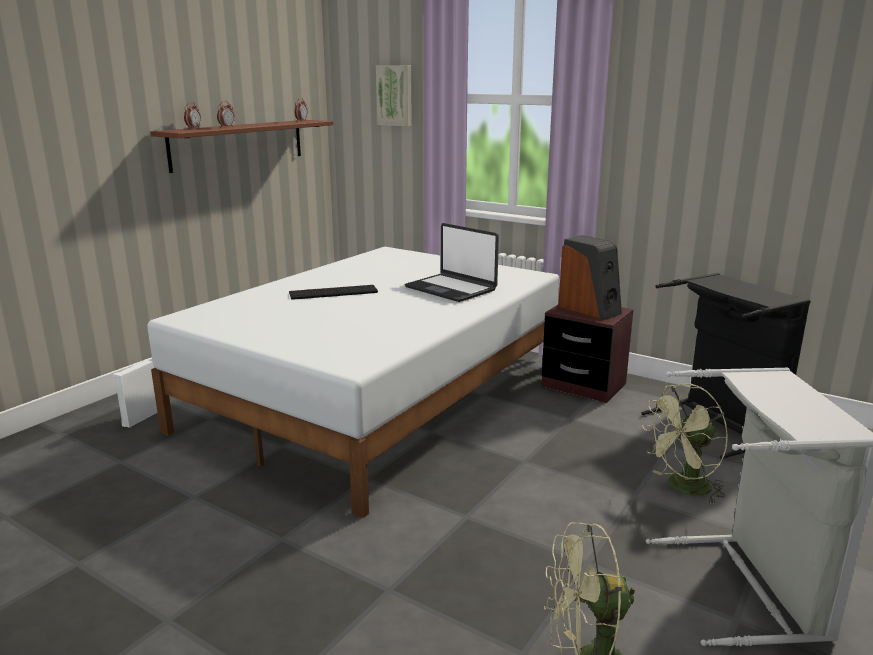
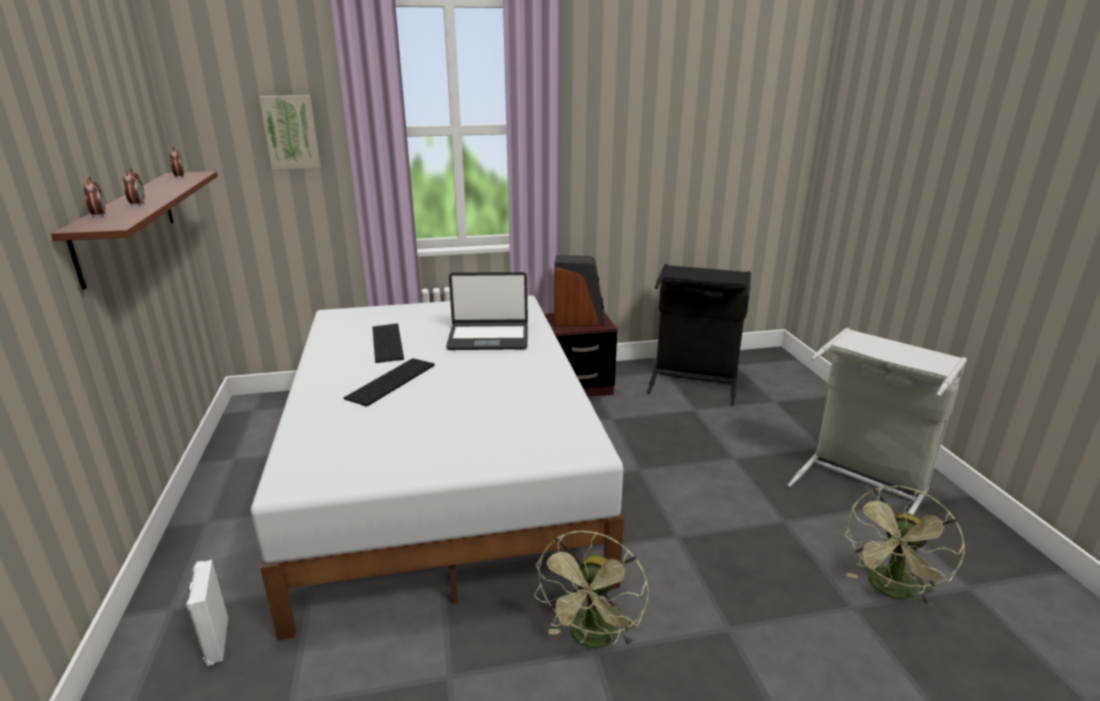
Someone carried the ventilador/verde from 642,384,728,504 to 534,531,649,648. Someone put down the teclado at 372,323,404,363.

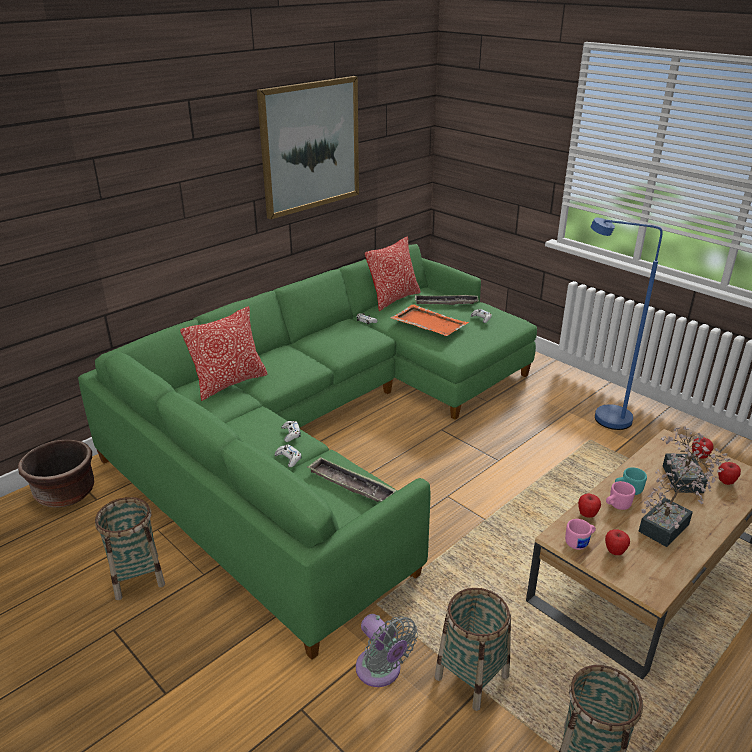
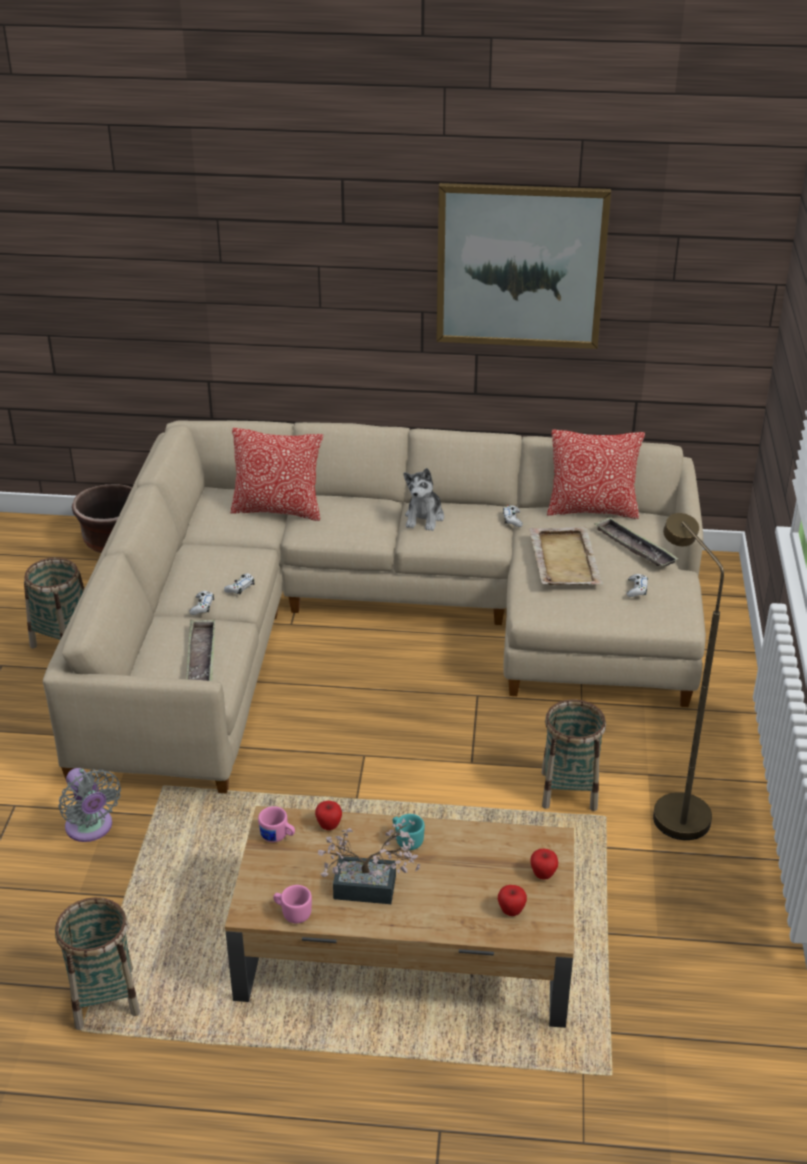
Someone repainted the lámpara de pie/azul at 590,218,663,430, which became the lámpara de pie/marrón at 653,513,724,840. Someone repainted the sofá/verde at 78,244,537,660, which became the sofá/beis at 43,420,706,793. Someone repainted the bandeja/naranja at 390,304,469,336, which became the bandeja/beis at 529,527,604,585. Someone took away the planta en maceta at 661,426,730,493. Someone carried the taza grande/rosa from 606,481,635,510 to 273,885,312,924. Someone took away the manzana at 605,529,630,555. Someone carried the cesta from 434,588,511,711 to 542,699,606,811. Someone rotated the ventilador/gris at 356,614,418,687 by 45 degrees counterclockwise. Someone put down the peluche at 403,468,444,531.

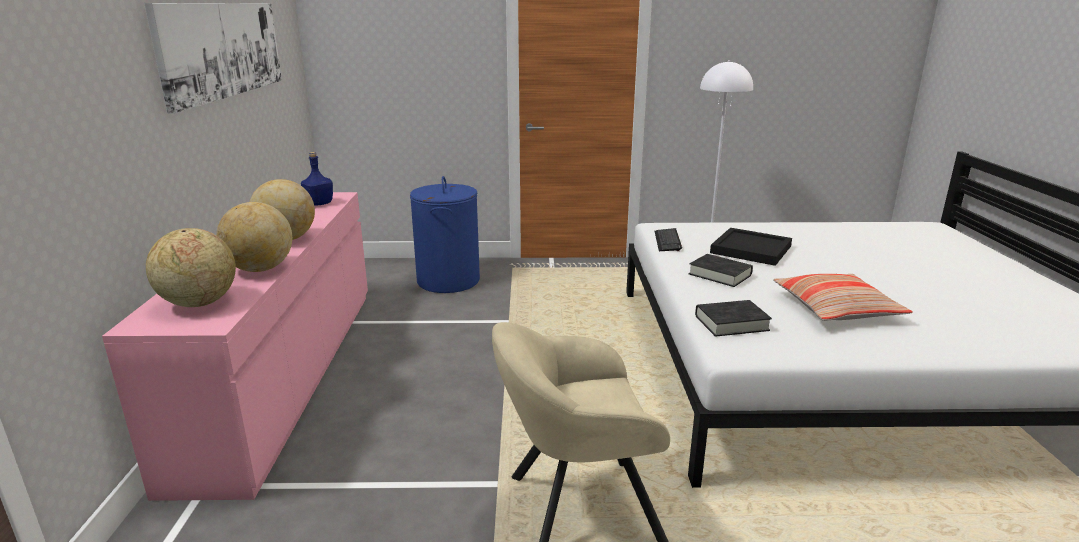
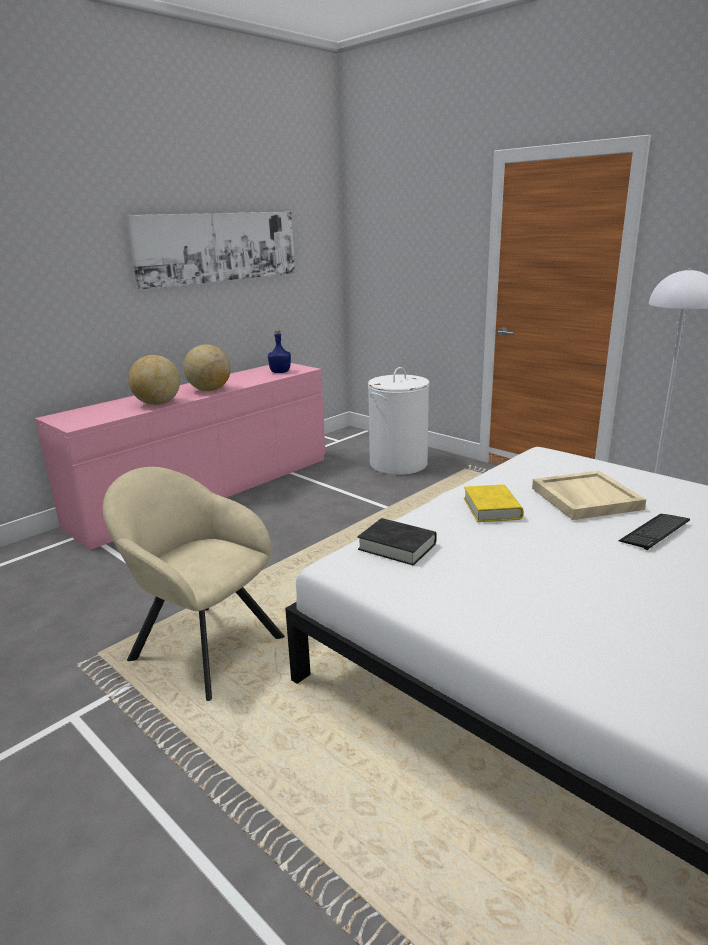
Someone repainted the cesto de la ropa/azul at 410,176,480,293, which became the cesto de la ropa/blanco at 368,367,429,475. Someone took away the globo terráqueo at 146,228,236,307. Someone carried the teclado from 655,228,682,251 to 618,514,690,550. Someone repainted the bandeja/negro at 710,228,792,266, which became the bandeja/beis at 532,471,646,520. Someone repainted the libro/negro at 689,254,753,287, which became the libro/amarillo at 464,484,524,522. Someone took away the cojín at 773,274,913,321.

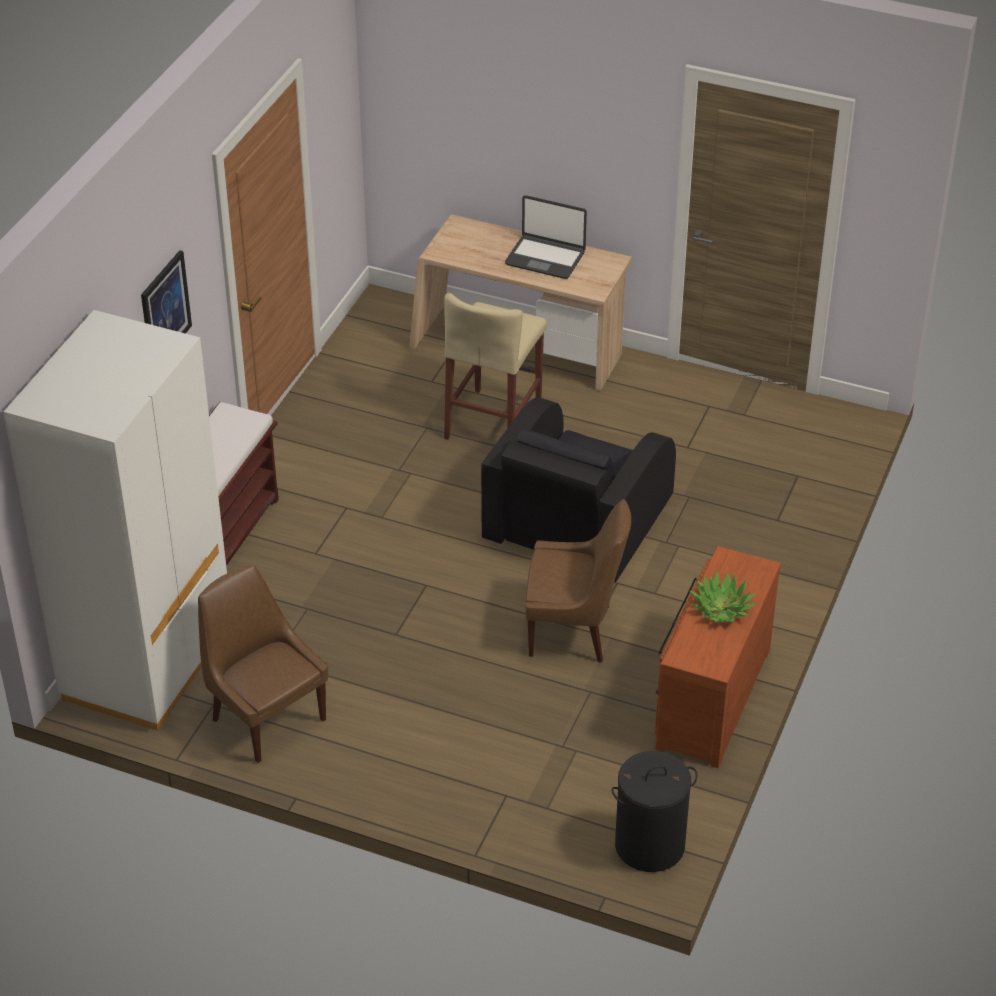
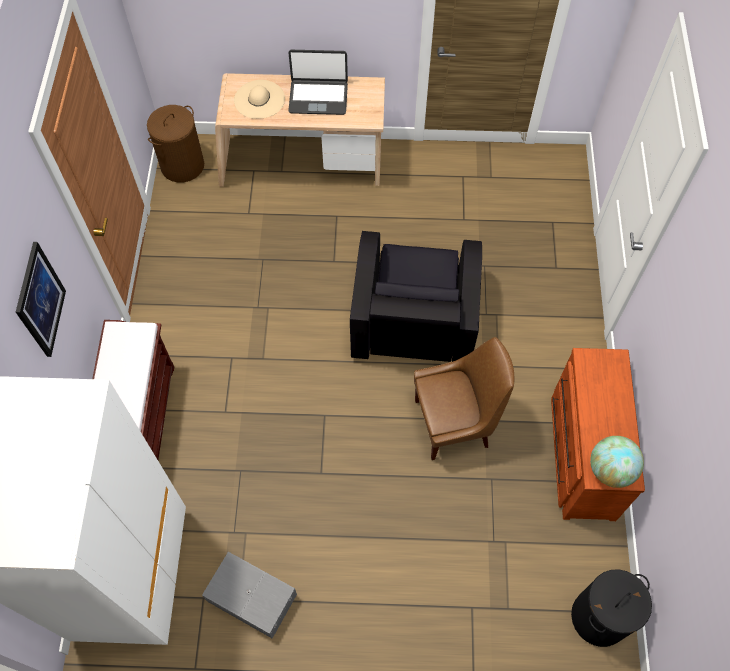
Someone took away the taburete/beis at 444,293,547,440. Someone swapped the silla/marrón at 198,565,328,763 for the caja de almacenaje/gris at 202,552,297,639. Someone took away the planta en maceta at 690,570,757,622. Someone put down the sombrero/beis at 234,80,285,119. Someone put down the cesto de la ropa/marrón at 147,105,204,182. Someone put down the globo terráqueo at 590,436,644,488.

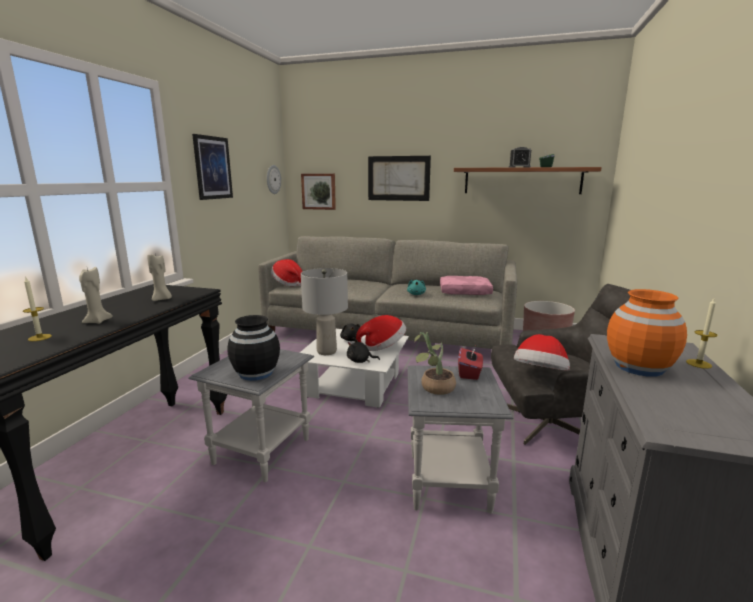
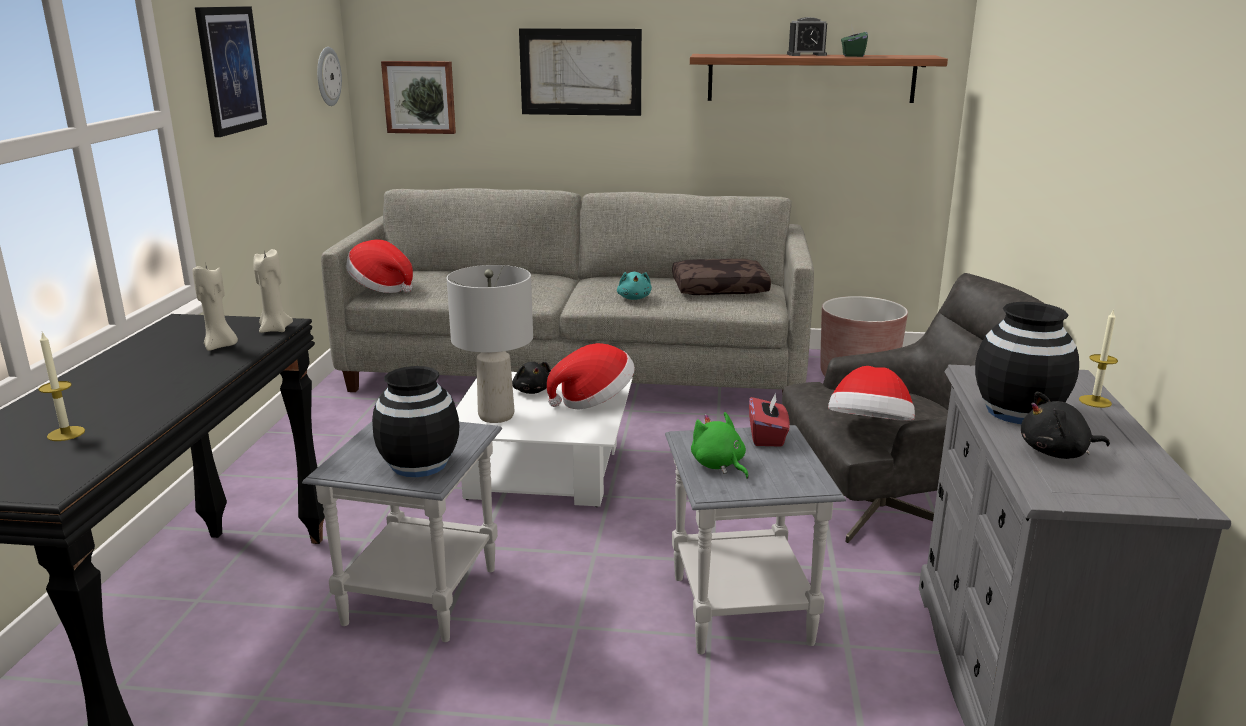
Someone carried the vela/beis from 79,267,113,324 to 253,249,293,333. Someone repainted the cojín/rosa at 440,276,493,295, which became the cojín/marrón at 672,259,771,295. Someone repainted the florero/naranja at 607,289,687,377, which became the florero/negro at 975,302,1079,424. Someone swapped the planta en maceta at 414,332,456,395 for the peluche/verde at 691,412,748,479. Someone carried the peluche/negro from 347,338,380,363 to 1021,392,1110,459.

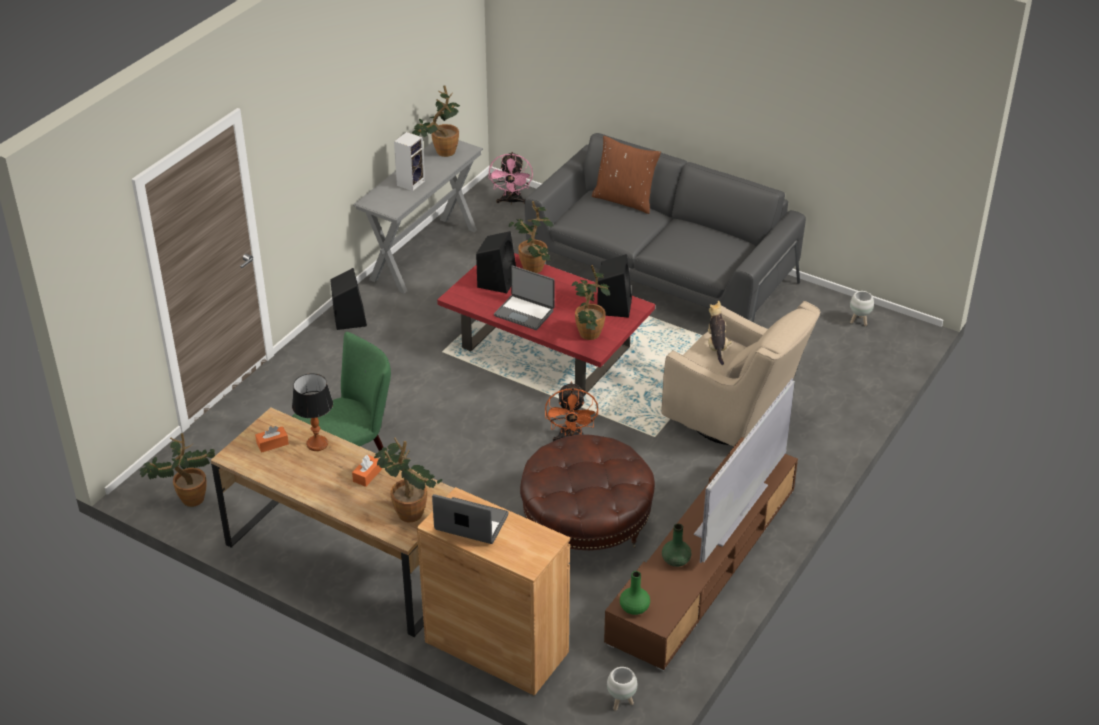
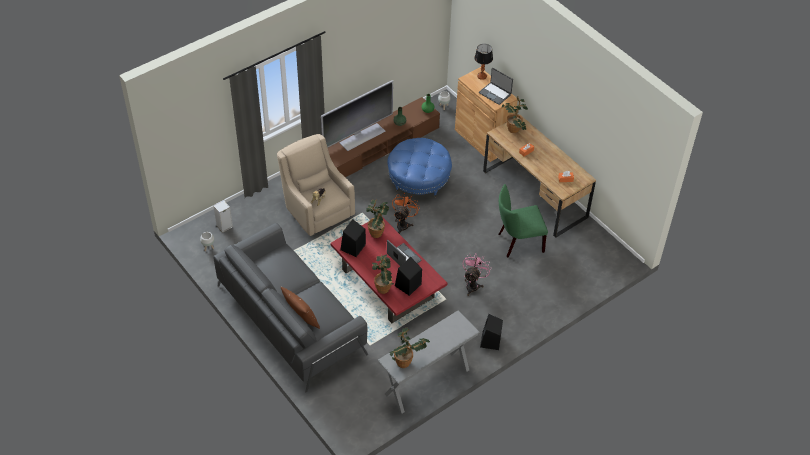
Someone carried the altavoz from 394,132,425,191 to 214,201,233,233. Someone carried the ventilador/rosa from 488,152,533,205 to 463,253,492,296. Someone carried the lámpara de mesa from 292,373,333,451 to 474,44,493,80. Someone took away the planta en maceta at 140,433,215,507. Someone repainted the puf/marrón at 520,434,655,550, which became the puf/azul at 387,138,452,197.

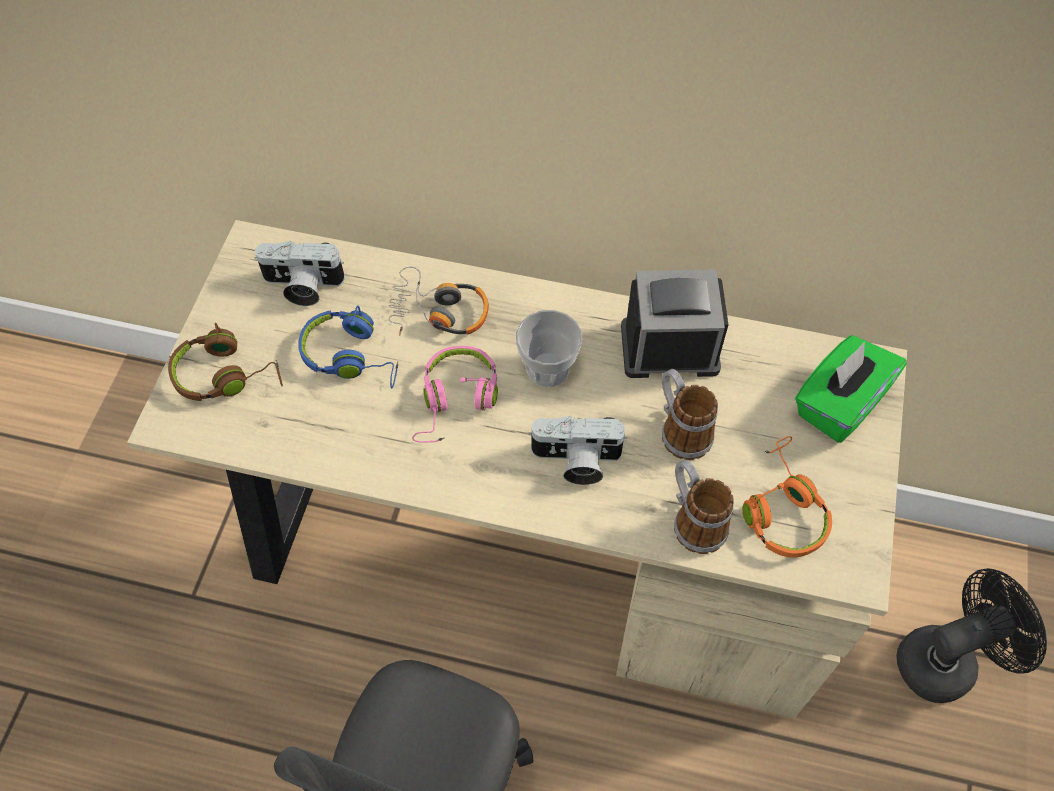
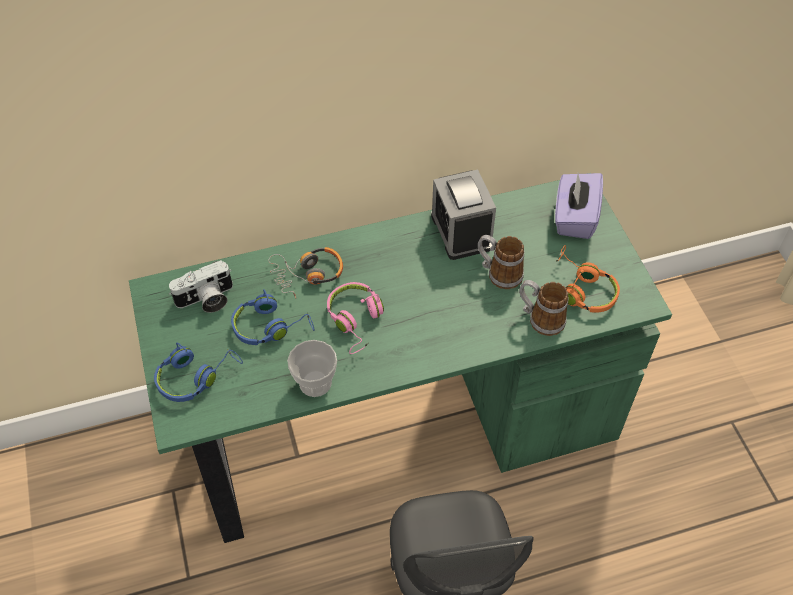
Someone repainted the escritorio/beis at 127,220,907,718, which became the escritorio/verde at 129,173,672,543. Someone rotated the despertador at 621,269,728,378 by 75 degrees counterclockwise. Someone carried the taza from 516,310,582,387 to 287,340,337,397. Someone repainted the auriculares/marrón at 168,323,283,401, which became the auriculares/azul at 154,343,243,402. Someone repainted the caja de pañuelos/verde at 795,335,907,443, which became the caja de pañuelos/morado at 555,173,603,239. Someone took away the cámara at 528,416,628,485. Someone took away the ventilador/negro at 896,568,1047,703.

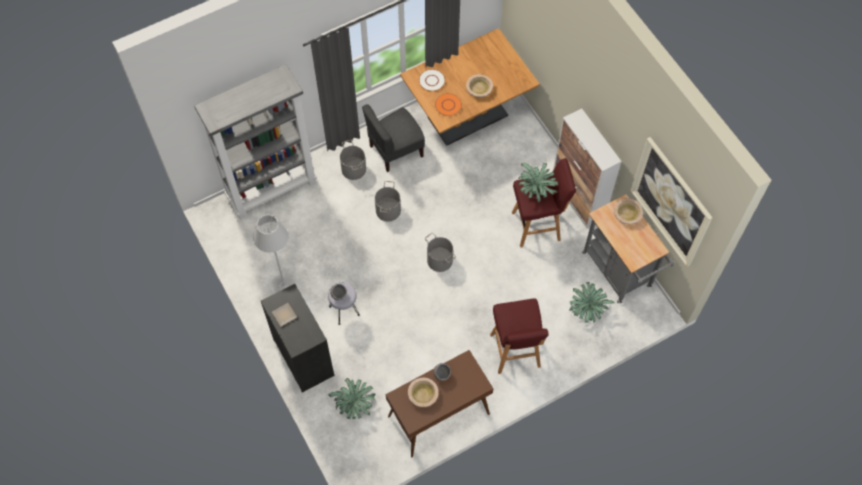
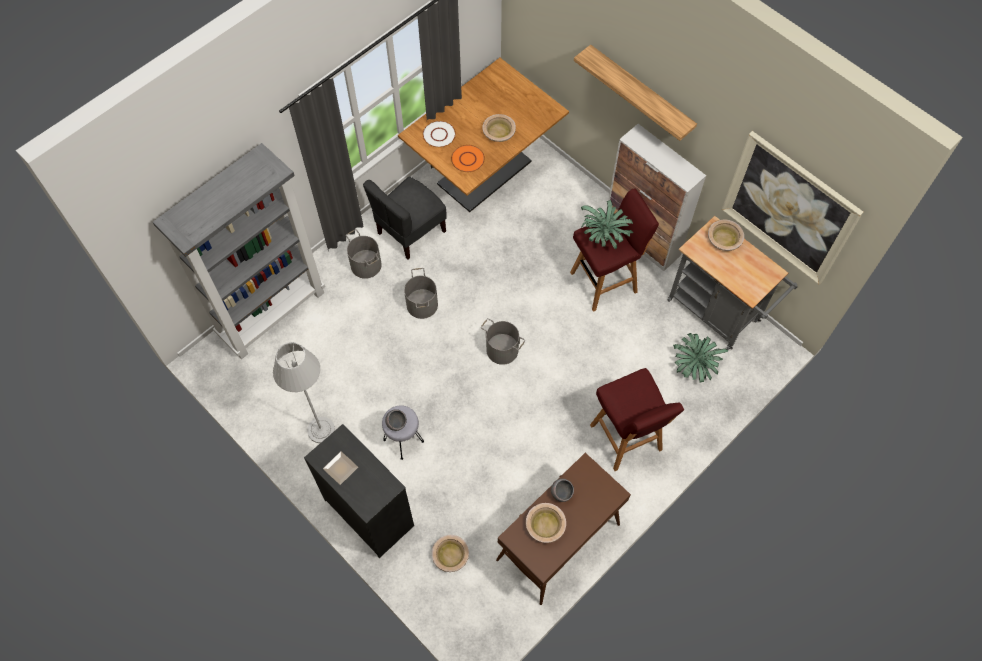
Someone swapped the planta en maceta at 329,378,376,419 for the cuenco/beis at 432,535,469,572. Someone put up the estante at 574,45,697,141.

